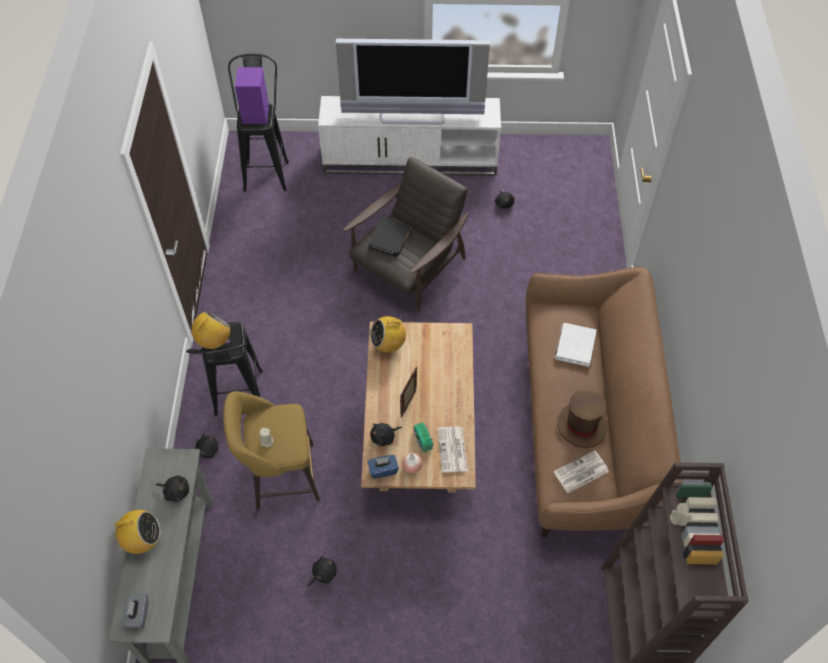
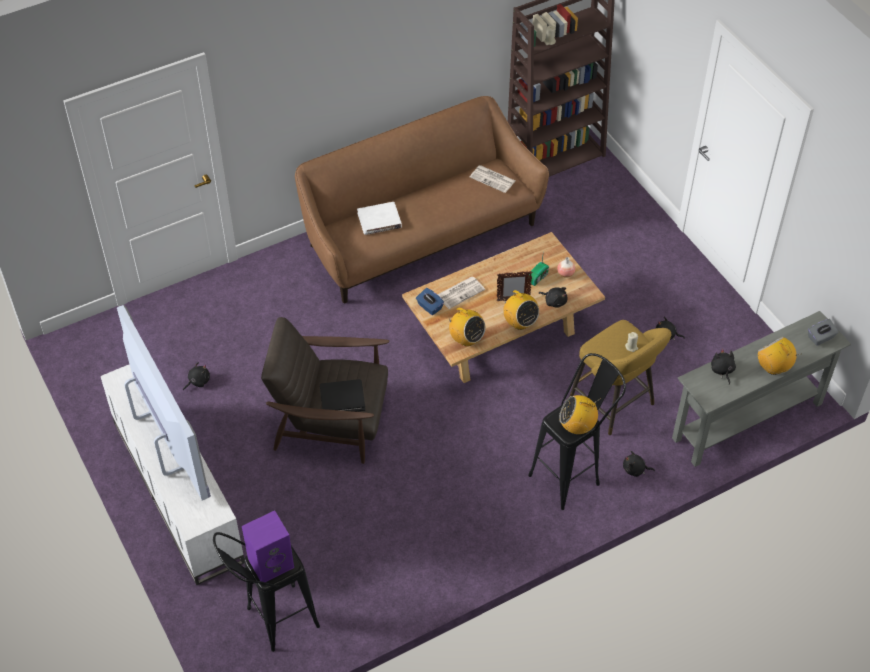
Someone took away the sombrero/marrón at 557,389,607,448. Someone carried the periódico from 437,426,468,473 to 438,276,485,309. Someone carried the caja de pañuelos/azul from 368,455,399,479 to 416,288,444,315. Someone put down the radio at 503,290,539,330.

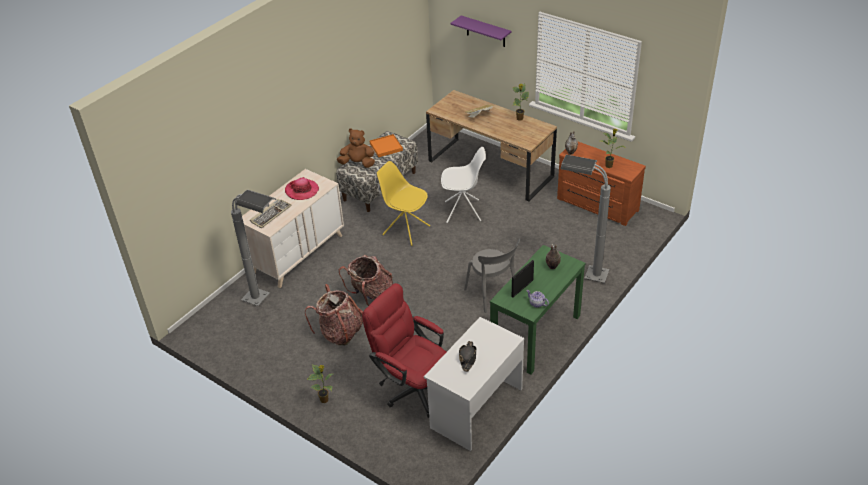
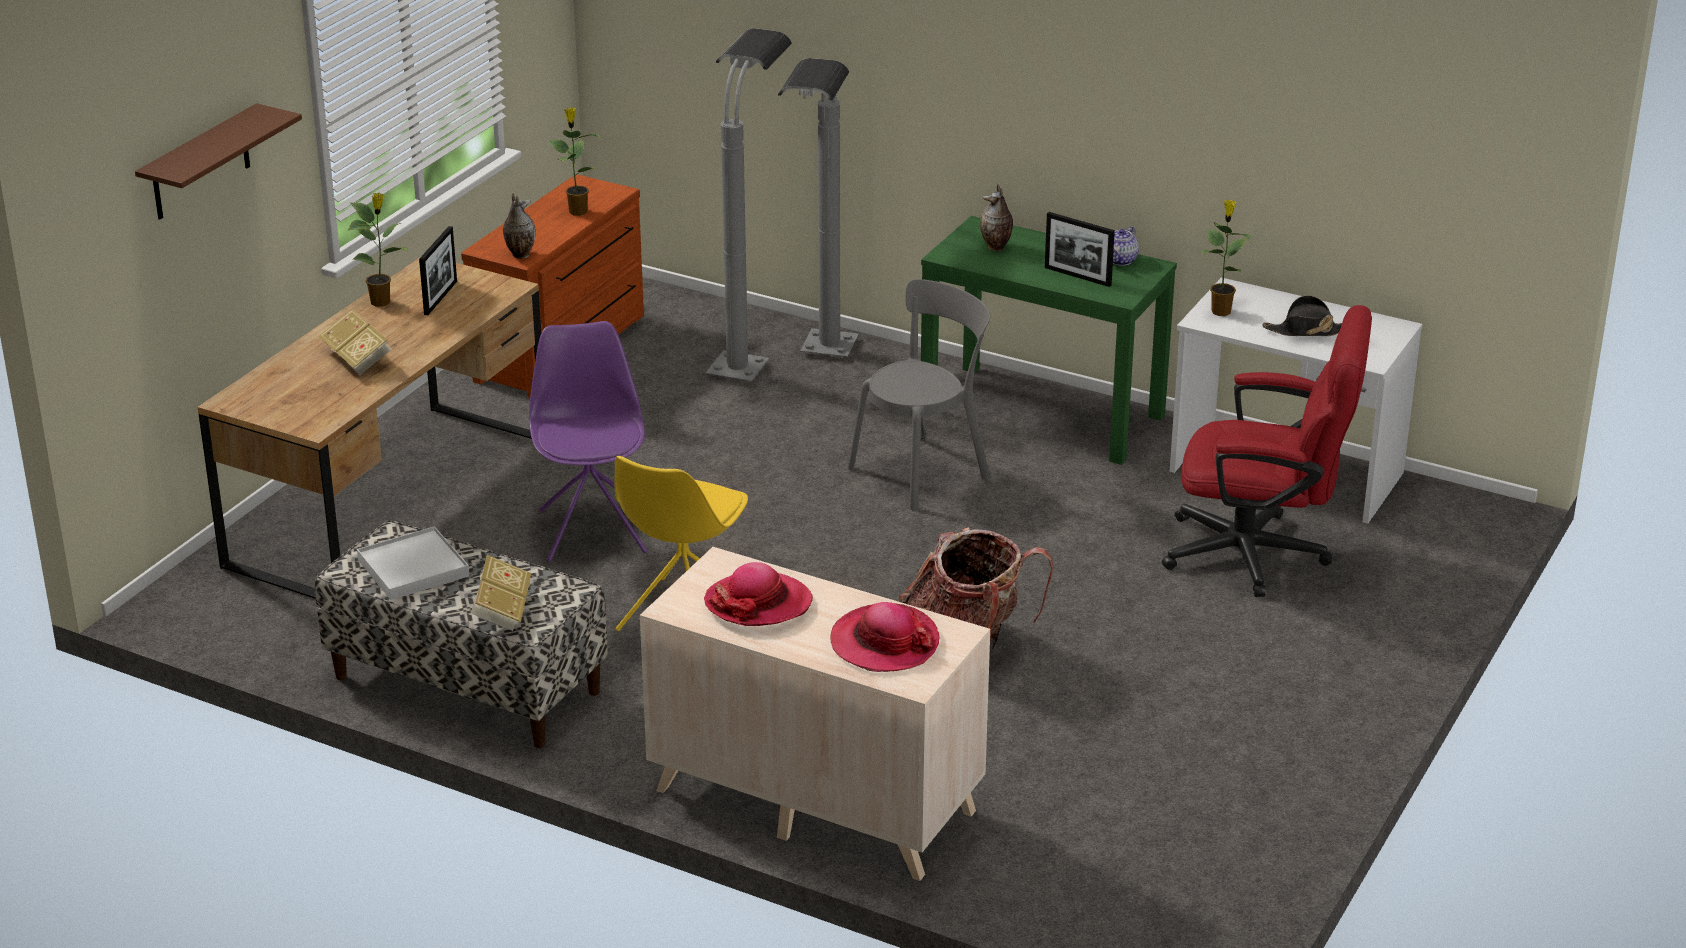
Someone repainted the estante/morado at 450,16,512,47, which became the estante/marrón at 135,103,302,219. Someone swapped the peluche/marrón at 337,128,375,168 for the libro at 470,555,531,631. Someone repainted the bandeja/naranja at 370,134,403,157, which became the bandeja/blanco at 357,526,470,600. Someone repainted the silla/blanco at 441,147,486,223, which became the silla/morado at 529,321,648,562. Someone carried the lámpara de pie/gris from 231,190,276,306 to 705,28,792,382. Someone swapped the teclado at 250,199,292,228 for the sombrero at 831,602,940,672. Someone rotated the silla de oficina/rojo at 362,283,446,418 by 105 degrees counterclockwise. Someone took away the mochila at 305,284,363,346. Someone carried the planta en maceta from 307,364,333,403 to 1202,200,1251,316. Someone put down the portarretratos at 419,226,457,315.

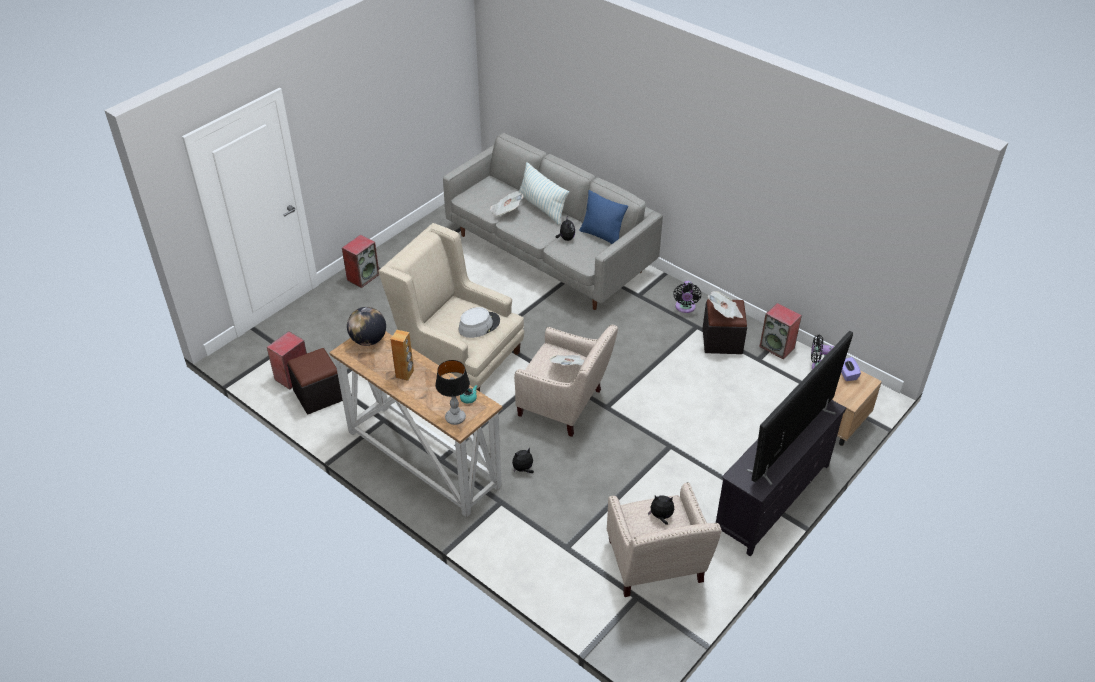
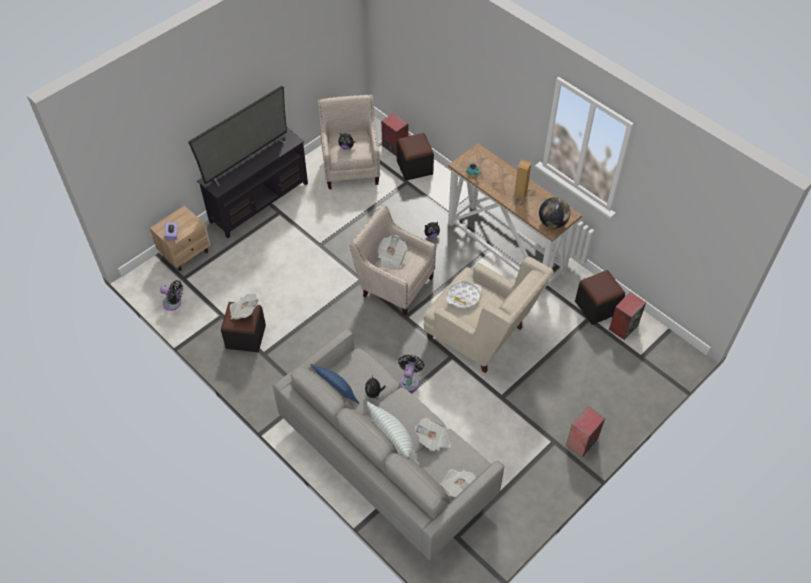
Someone carried the ventilador/negro from 673,281,701,313 to 398,354,424,391. Someone carried the altavoz from 759,303,802,359 to 381,113,409,157. Someone swapped the sombrero/gris at 459,307,500,338 for the bandeja/blanco at 446,281,482,309. Someone took away the lámpara de mesa at 435,360,470,425. Someone put down the puf/negro at 397,133,434,181. Someone put down the periódico at 439,469,476,497.

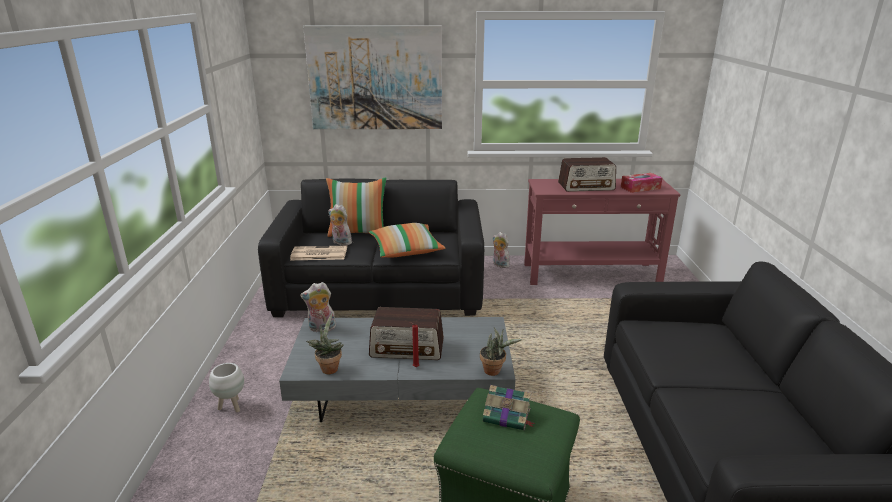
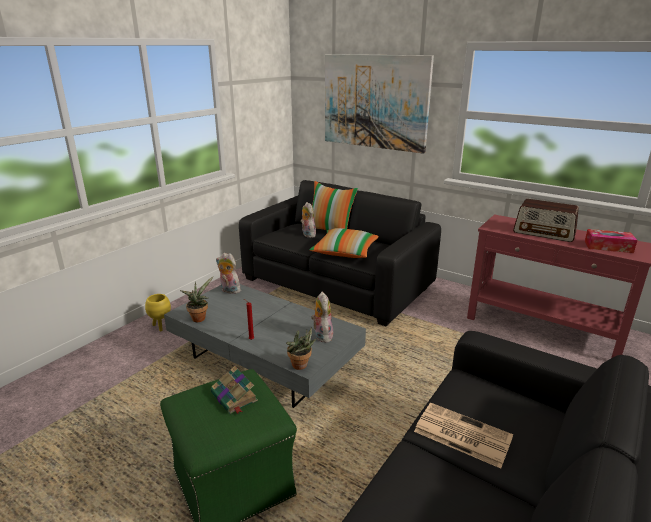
Someone carried the peluche from 492,232,510,268 to 311,292,333,343. Someone carried the periódico from 290,246,347,260 to 414,403,513,468. Someone took away the radio at 369,307,444,360. Someone repainted the maceta/blanco at 209,363,244,412, which became the maceta/amarillo at 145,294,171,331.

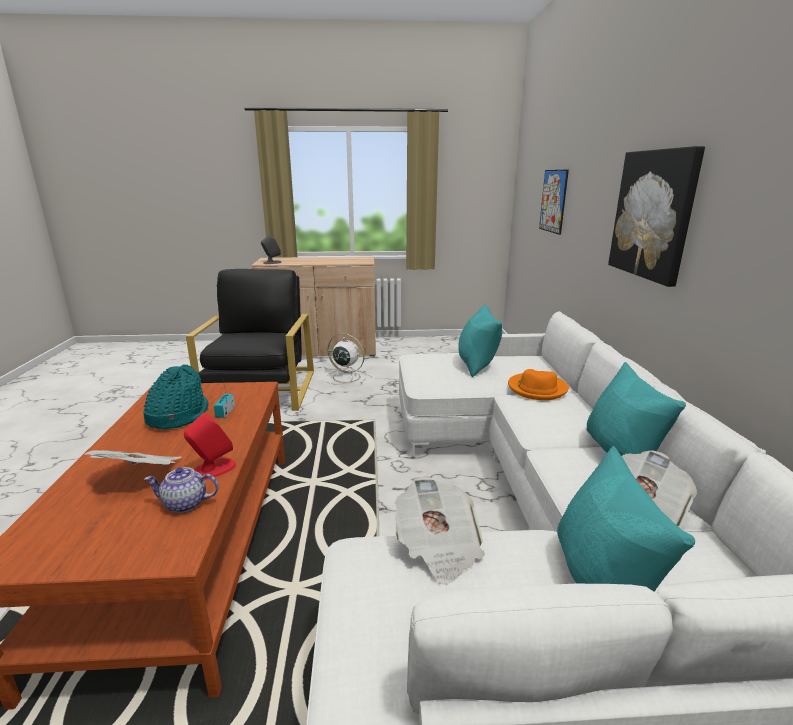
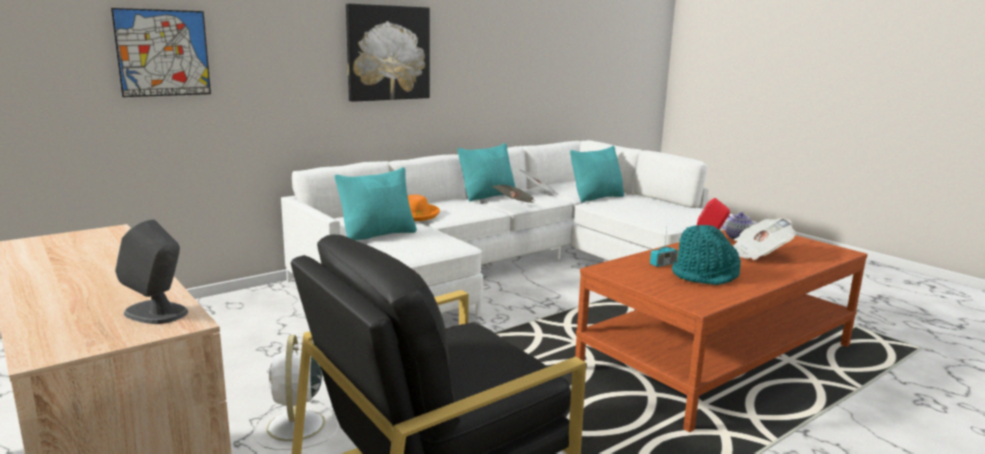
Someone carried the periódico from 395,476,485,585 to 492,185,535,203.

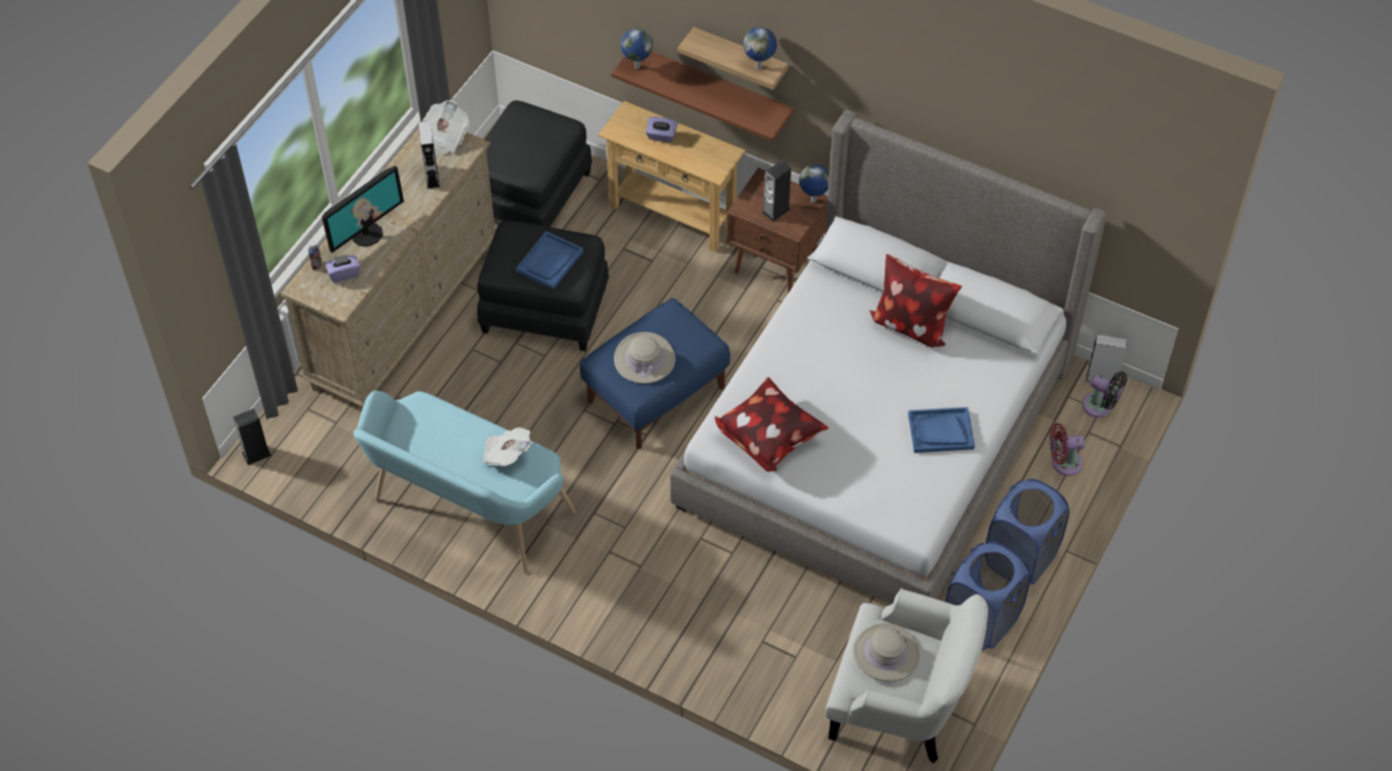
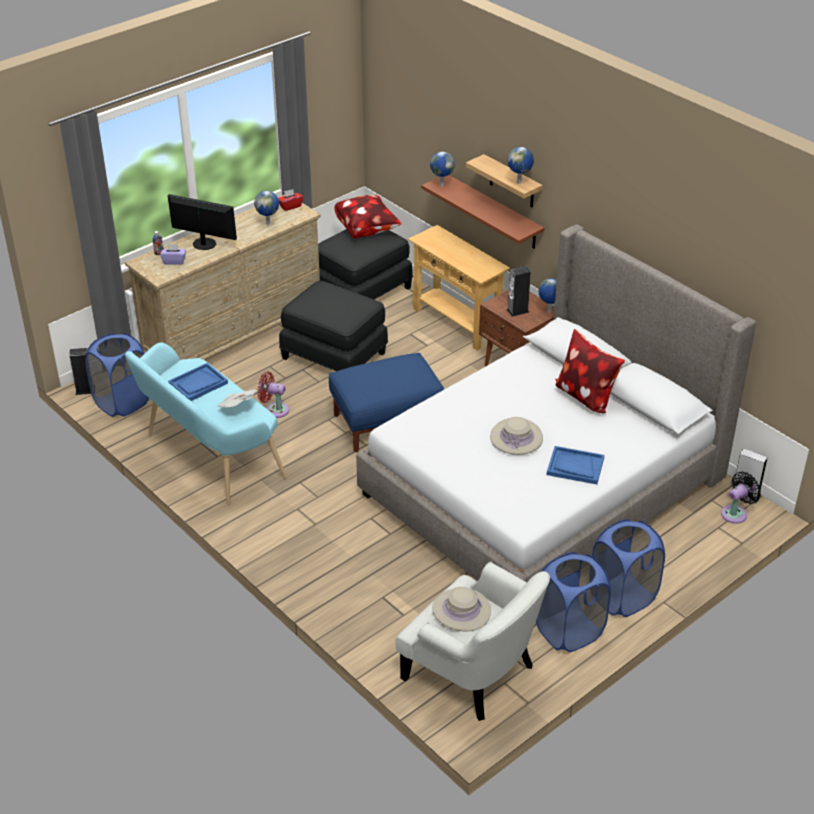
Someone swapped the periódico at 422,100,470,155 for the caja de pañuelos/rojo at 278,189,303,211. Someone took away the caja de pañuelos/morado at 646,117,678,142. Someone swapped the altavoz/gris at 418,121,440,189 for the globo terráqueo at 254,191,279,225. Someone rotated the monitor at 322,166,404,253 by 135 degrees counterclockwise. Someone carried the bandeja/azul from 516,231,583,290 to 168,363,228,401. Someone carried the sombrero/beis from 614,332,675,384 to 490,417,543,455. Someone rotated the ventilador/negro at 1082,371,1127,418 by 90 degrees counterclockwise. Someone carried the cojín from 714,377,829,472 to 334,195,402,238. Someone carried the ventilador/rojo from 1049,423,1085,476 to 258,372,289,418. Someone put down the cesto de la ropa/azul at 85,333,149,417.

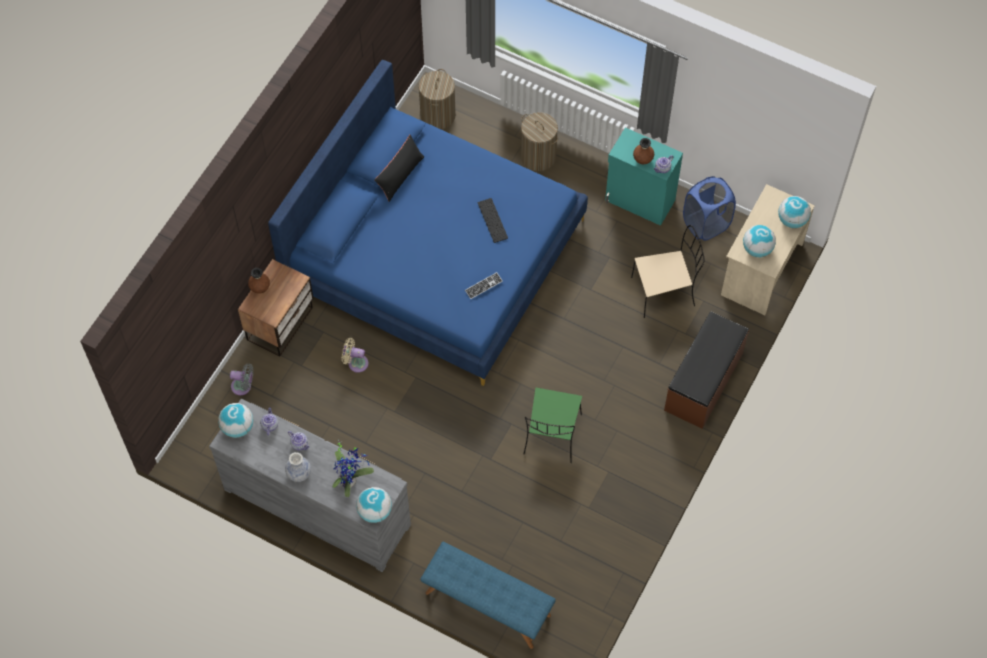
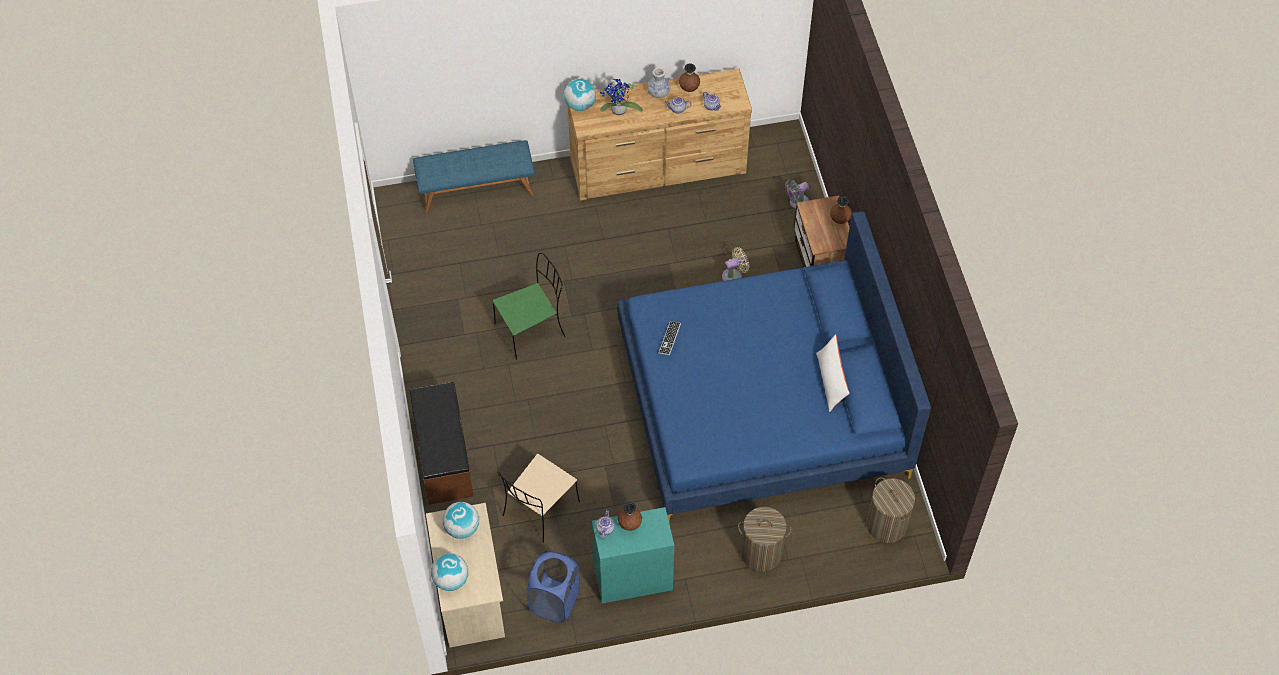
Someone repainted the cojín/negro at 374,135,424,202, which became the cojín/blanco at 816,334,850,412. Someone took away the teclado at 478,198,508,243. Someone rotated the silla/verde at 524,388,582,463 by 90 degrees clockwise. Someone repainted the cómoda/gris at 209,399,411,572, which became the cómoda/marrón at 568,68,752,201. Someone took away the globo terráqueo at 218,403,253,438. Someone put down the florero/marrón at 679,63,700,92.

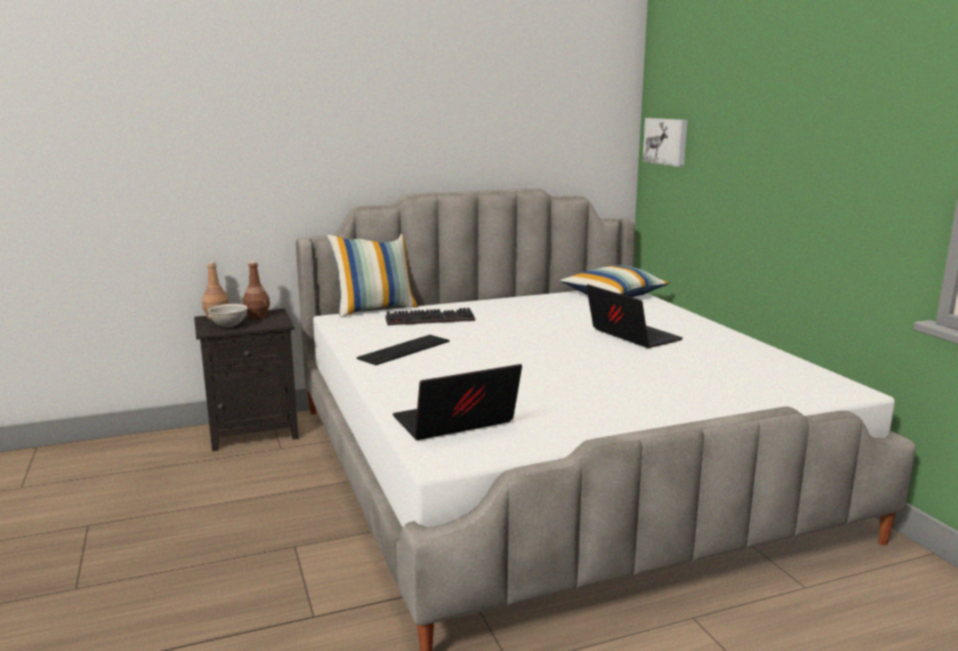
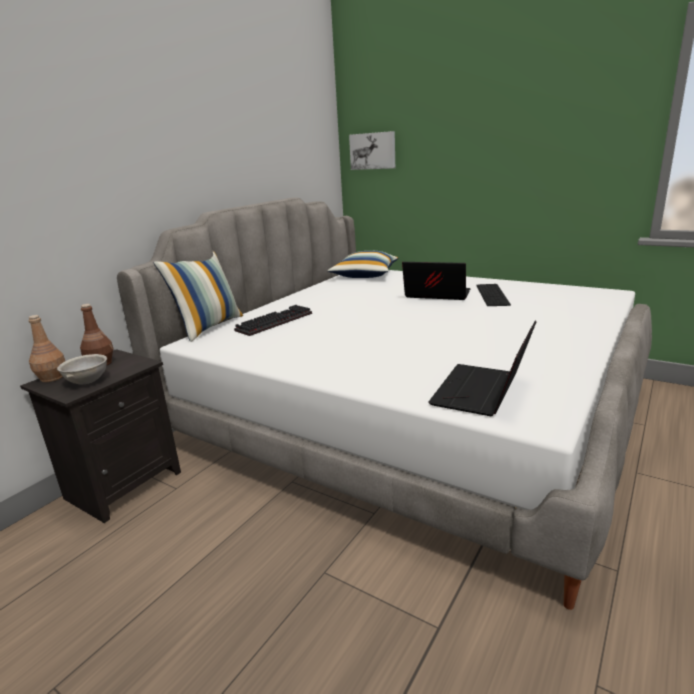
Someone carried the teclado from 357,335,450,365 to 476,284,511,306.

